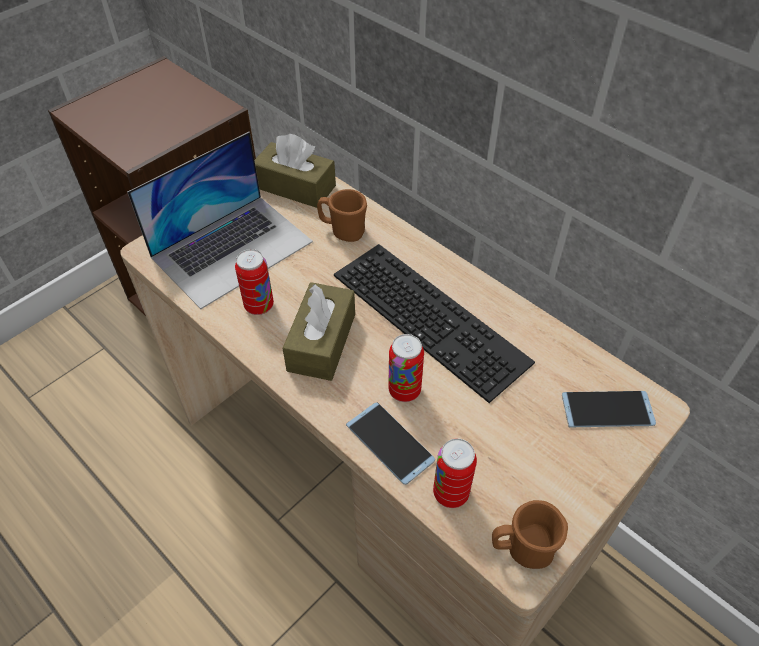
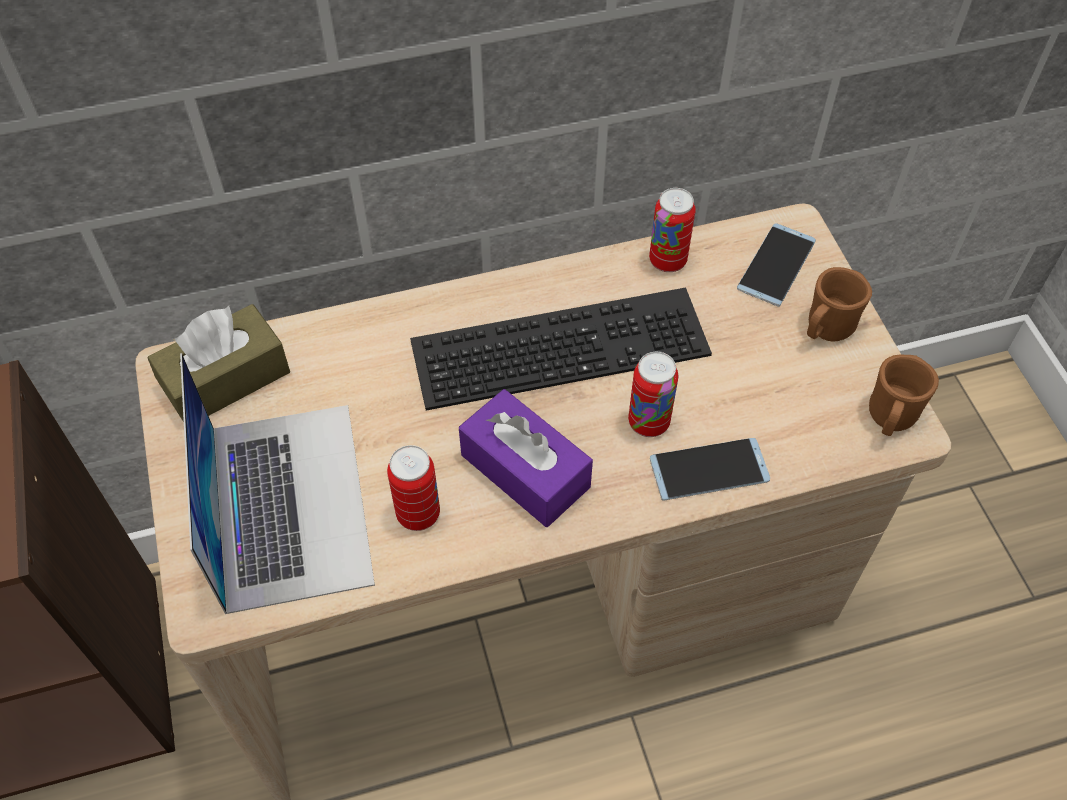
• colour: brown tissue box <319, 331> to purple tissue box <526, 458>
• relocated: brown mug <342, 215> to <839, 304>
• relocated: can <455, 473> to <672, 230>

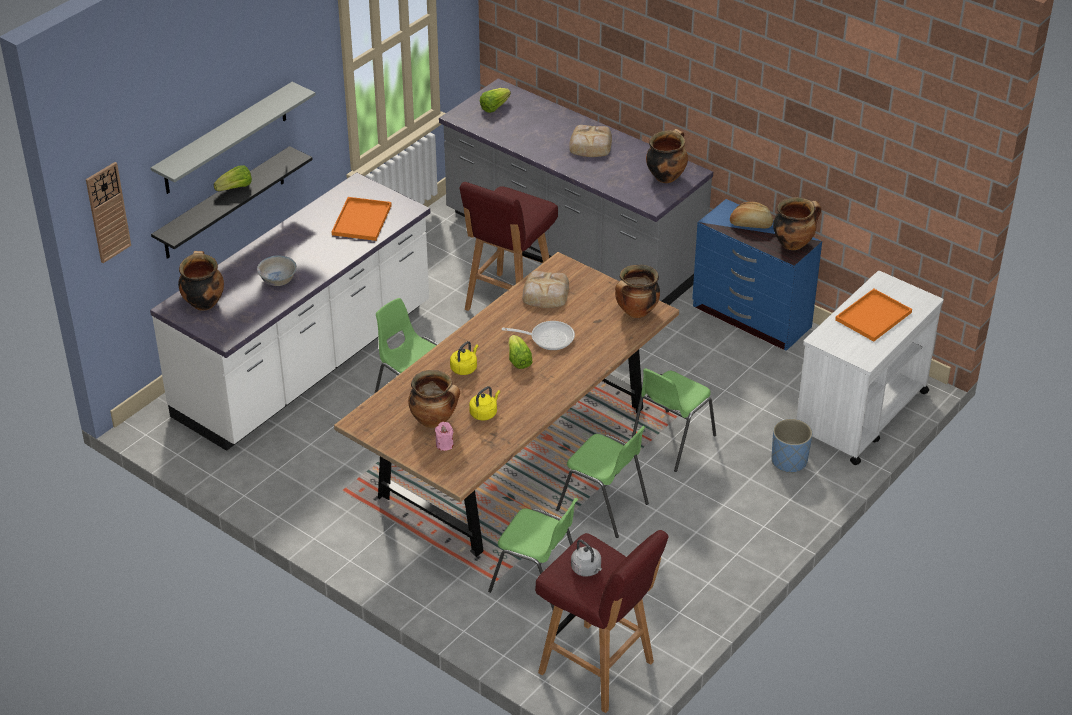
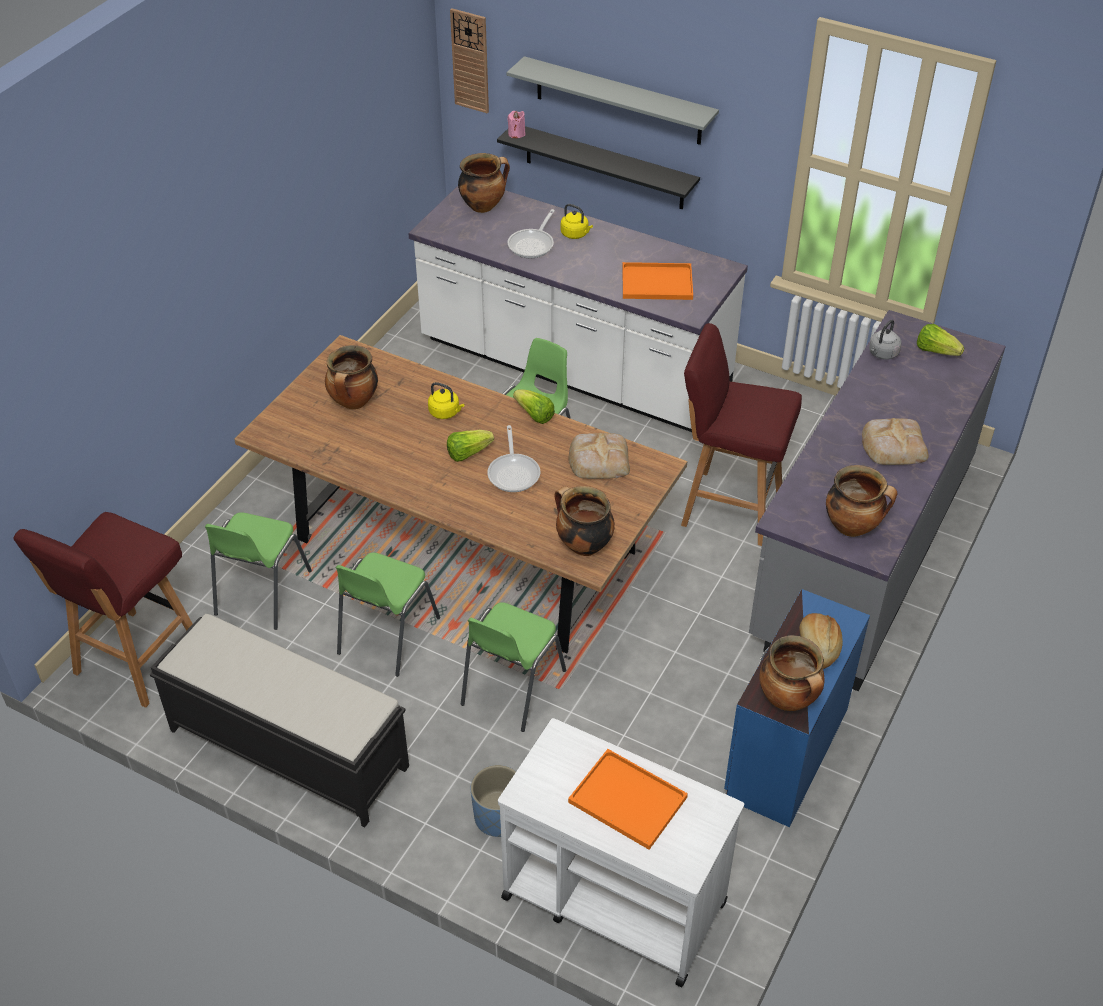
• relocated: lettuce <232, 178> to <534, 406>
• exchanged: white bowl <277, 270> to frying pan <531, 233>
• relocated: pink candle <444, 436> to <516, 124>
• relocated: yellow kettle <484, 403> to <577, 221>
• relocated: grey kettle <586, 558> to <885, 340>
• spun: green chair <674, 420> = <513, 667> 90 degrees counterclockwise
• appeared: black bench <279, 720>

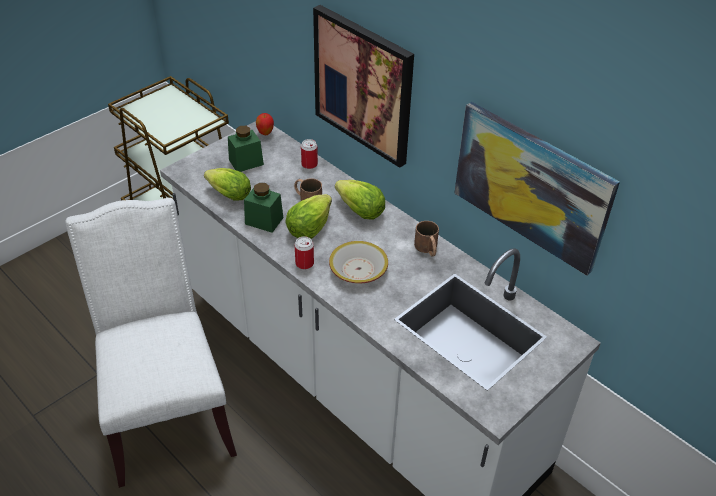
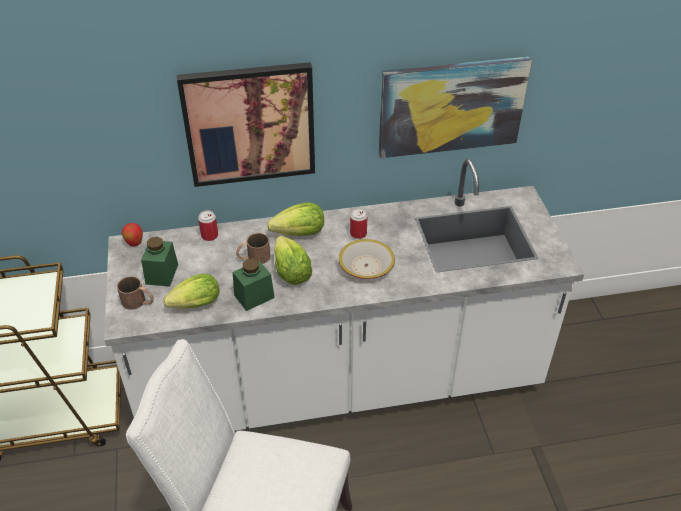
• relocated: can <304, 252> to <359, 223>
• relocated: brown mug <426, 238> to <135, 293>

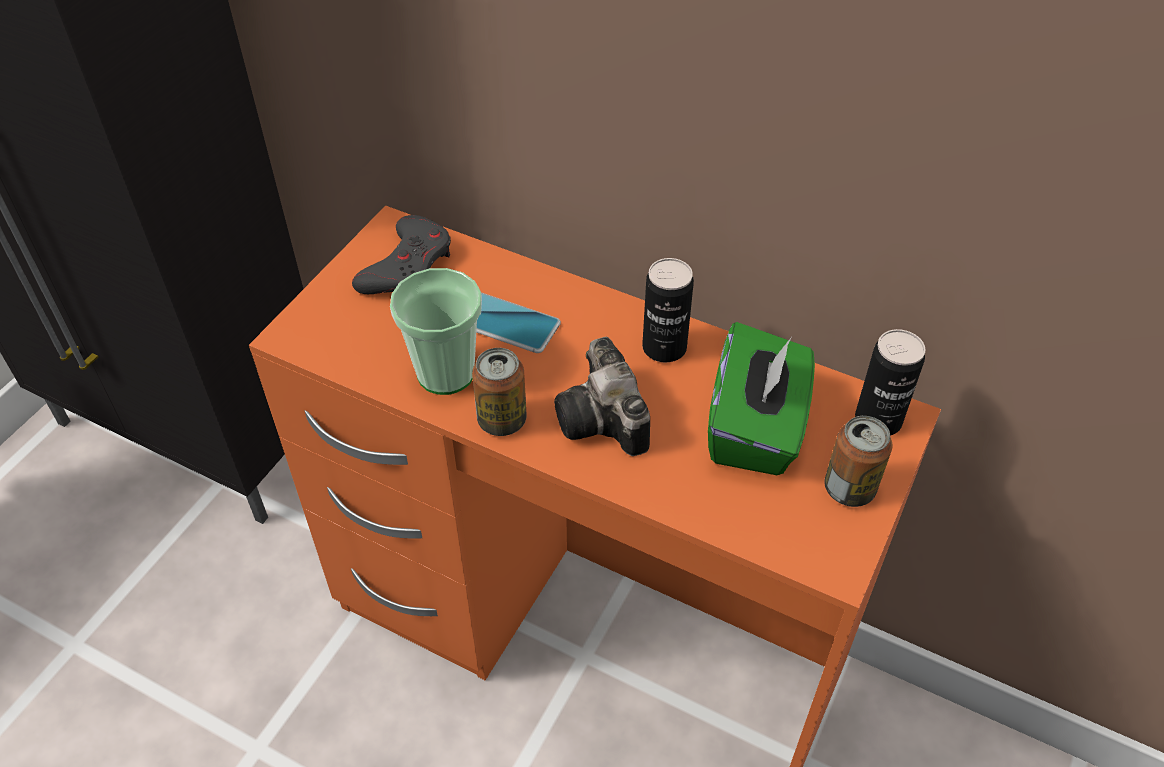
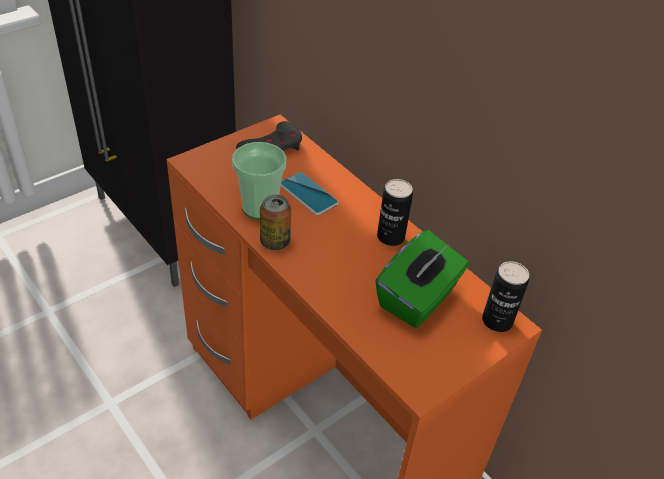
• missing: photo camera <602, 396>
• missing: can <858, 461>

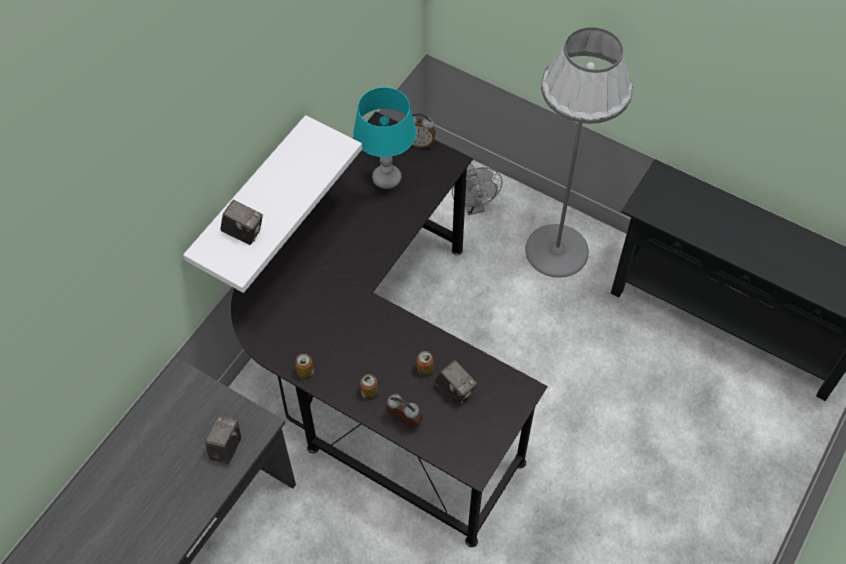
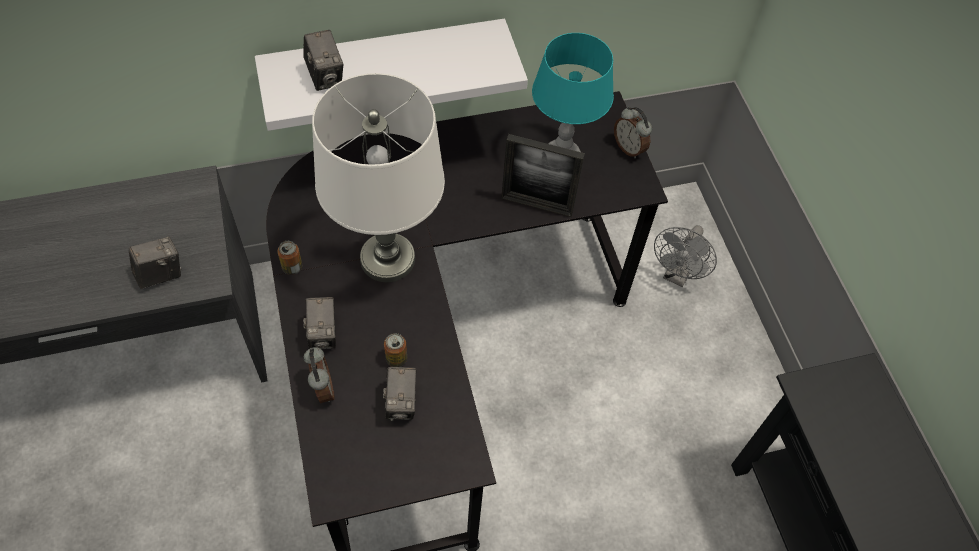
• exchanged: can <369, 387> to photo camera <319, 323>
• missing: grey floor lamp <579, 152>
• appeared: white table lamp <378, 177>
• appeared: picture frame <543, 175>

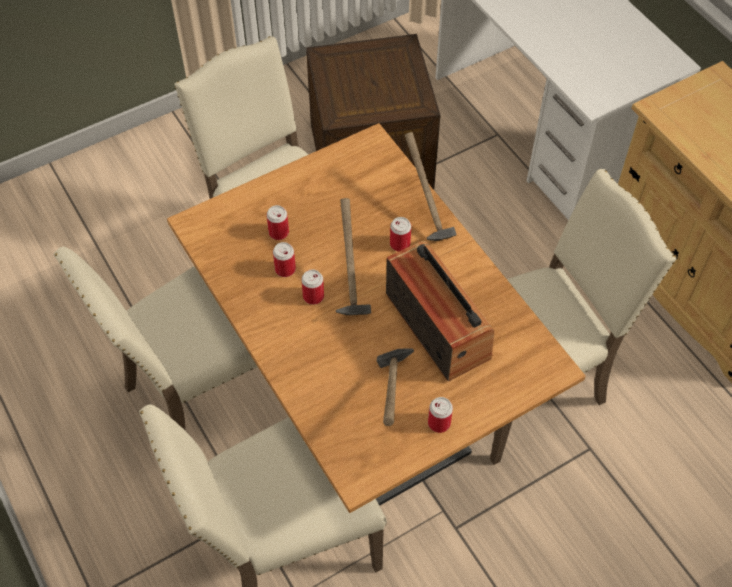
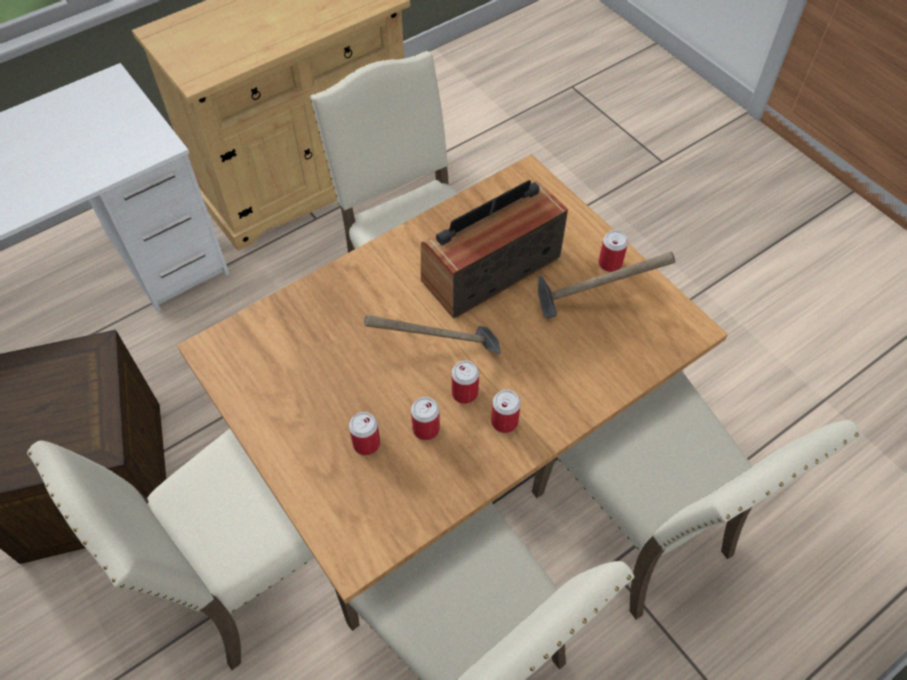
• relocated: can <400, 234> to <506, 411>
• missing: hammer <430, 186>

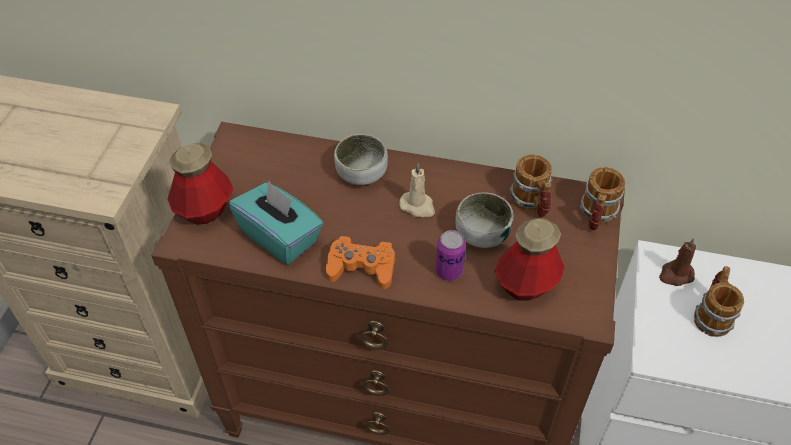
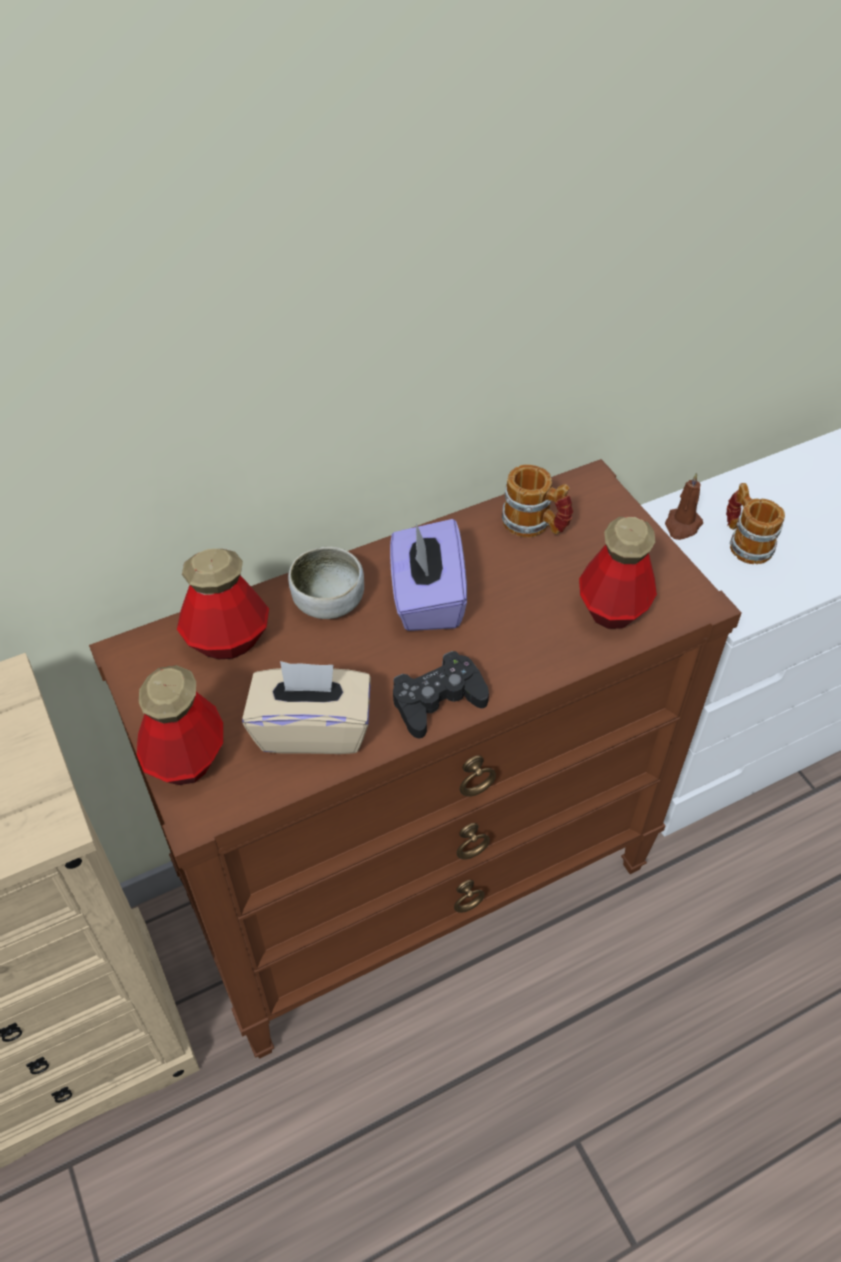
• colour: turquoise tissue box <276, 222> to beige tissue box <306, 707>
• colour: orange game controller <360, 263> to black game controller <441, 695>
• exchanged: beige candle <417, 190> to purple tissue box <428, 575>
• missing: can <451, 255>
• missing: bowl <484, 220>
• missing: mug <602, 198>
• appeared: bottle <223, 604>

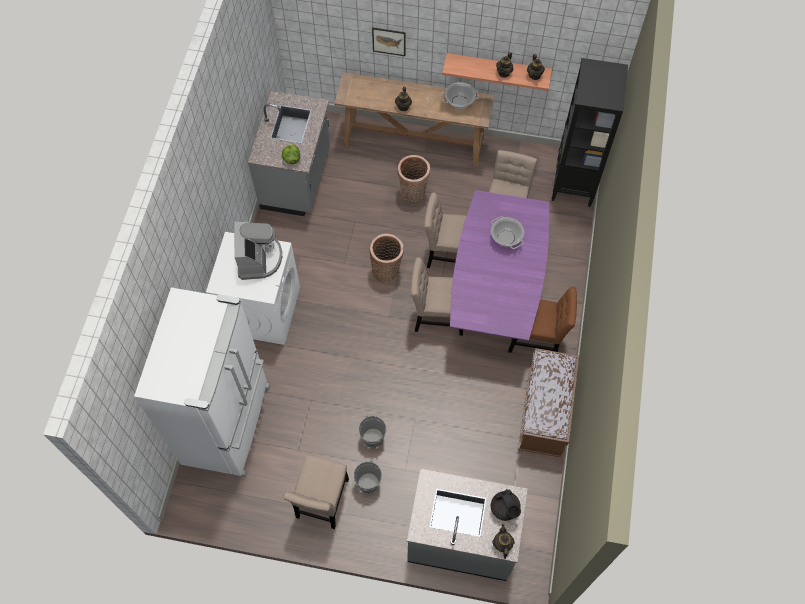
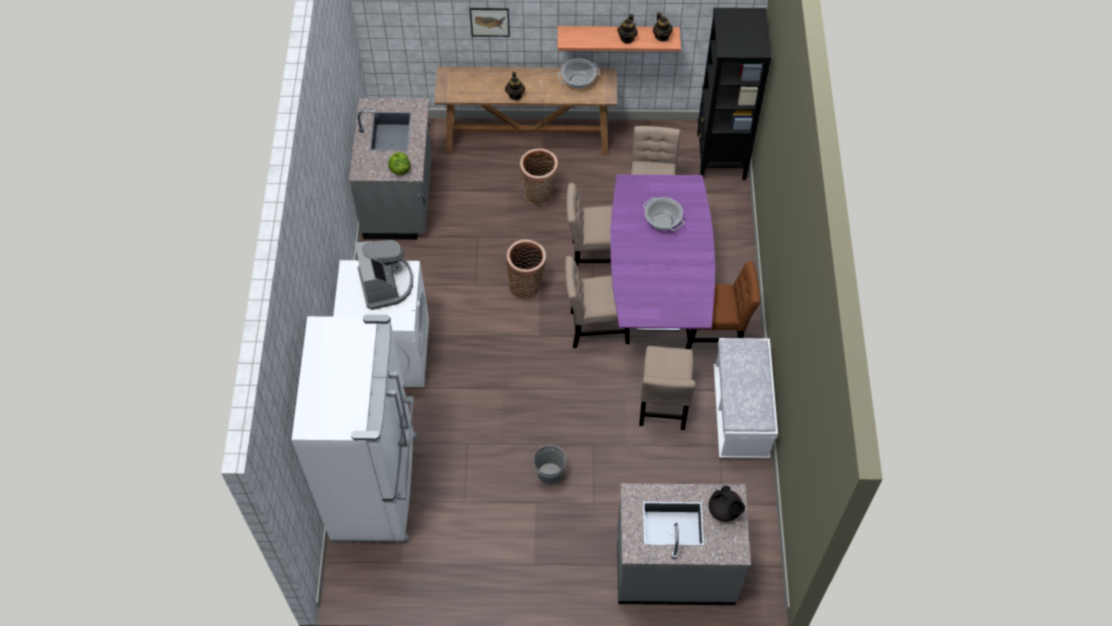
• relocated: beige chair <316, 492> to <667, 388>
• missing: grey bucket <368, 477>
• missing: teapot <503, 541>
• colour: brown bench <548, 403> to white bench <746, 398>

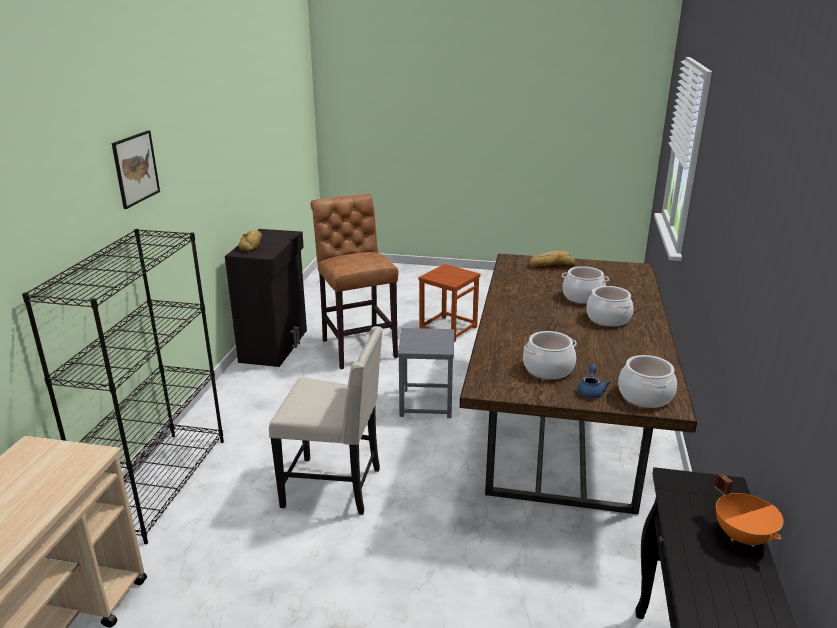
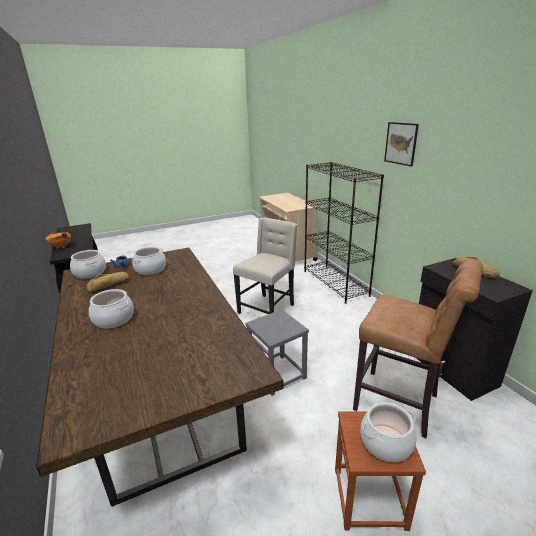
• spun: beige chair <326, 420> = <265, 265> 150 degrees clockwise
• relocated: bread <552, 259> to <108, 282>
• relocated: cooking pot <585, 285> to <388, 432>

